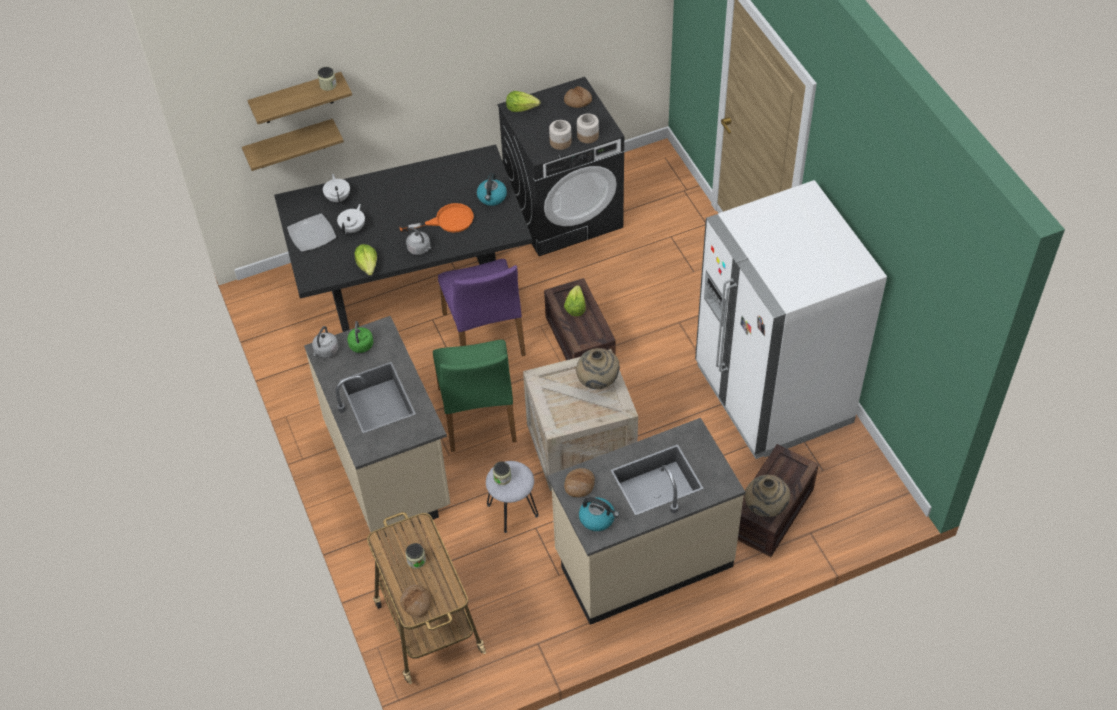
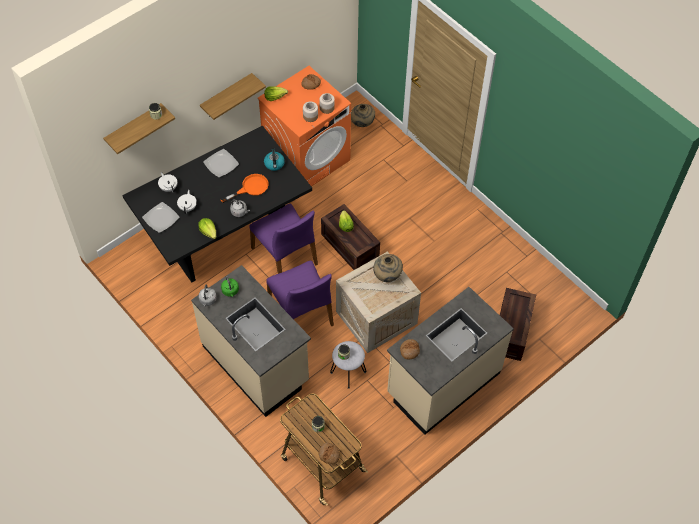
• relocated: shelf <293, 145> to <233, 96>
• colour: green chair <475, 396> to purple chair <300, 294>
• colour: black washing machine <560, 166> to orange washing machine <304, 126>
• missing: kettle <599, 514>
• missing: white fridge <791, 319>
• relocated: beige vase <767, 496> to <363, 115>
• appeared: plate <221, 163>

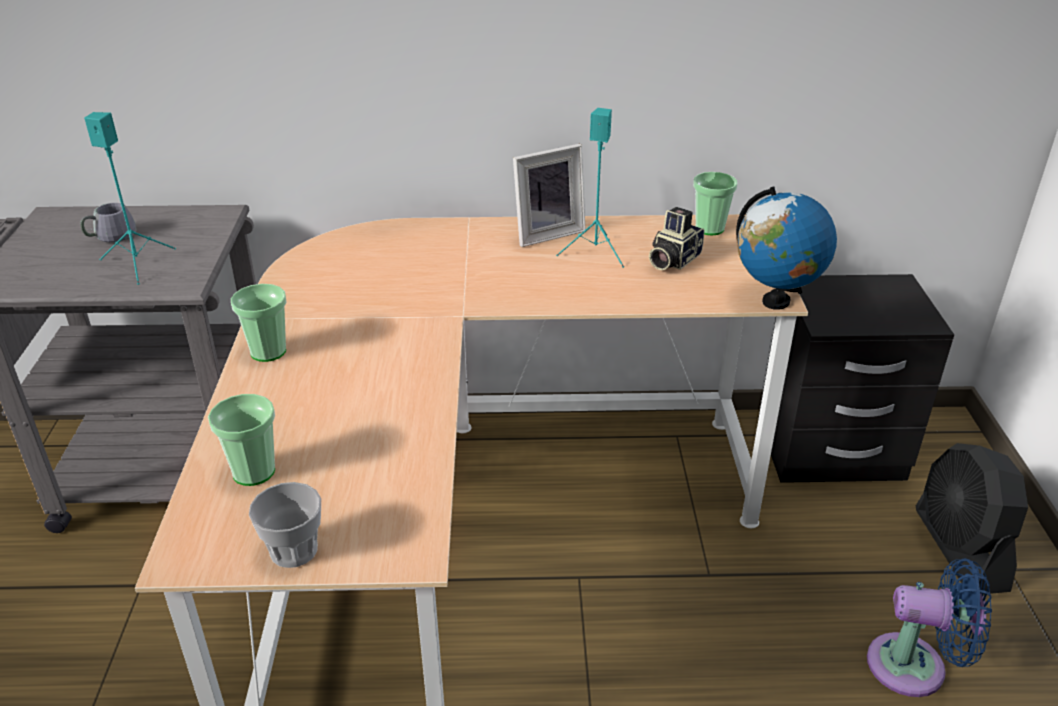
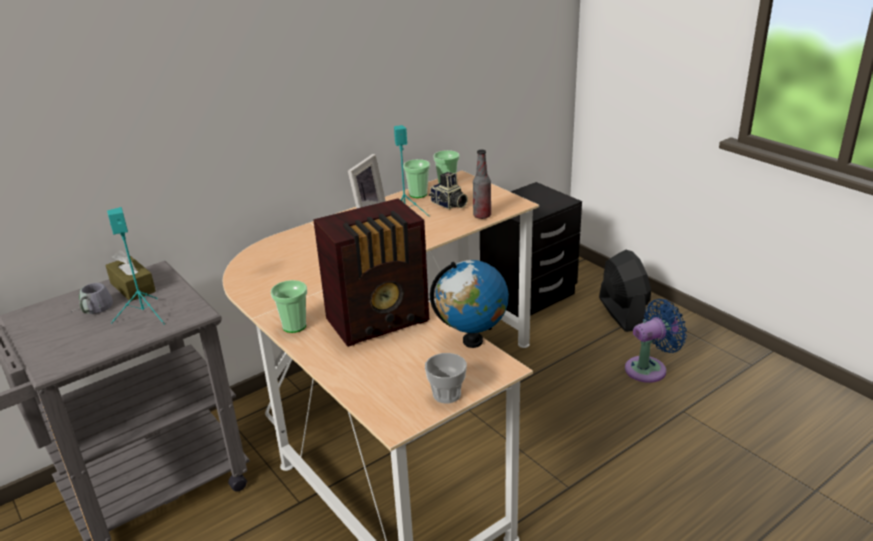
• relocated: cup <241, 440> to <416, 178>
• spun: photo camera <676, 238> = <448, 190> 45 degrees counterclockwise
• relocated: globe <786, 248> to <469, 304>
• spun: black fan <972, 518> = <625, 291> 150 degrees counterclockwise
• appeared: brown tissue box <130, 275>
• appeared: radio <371, 272>
• appeared: bottle <482, 184>

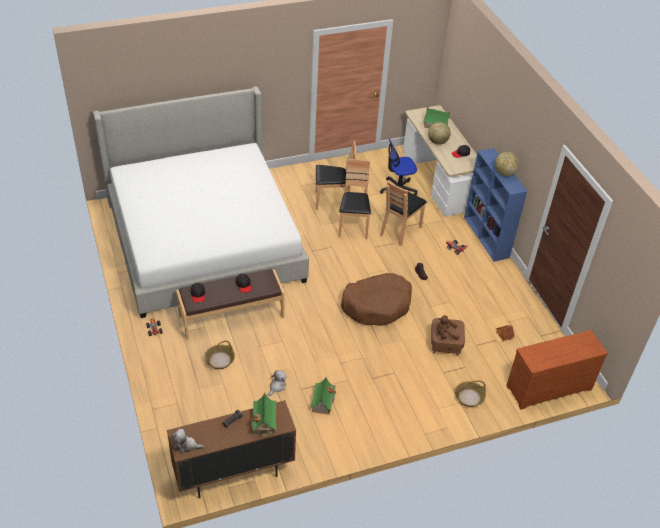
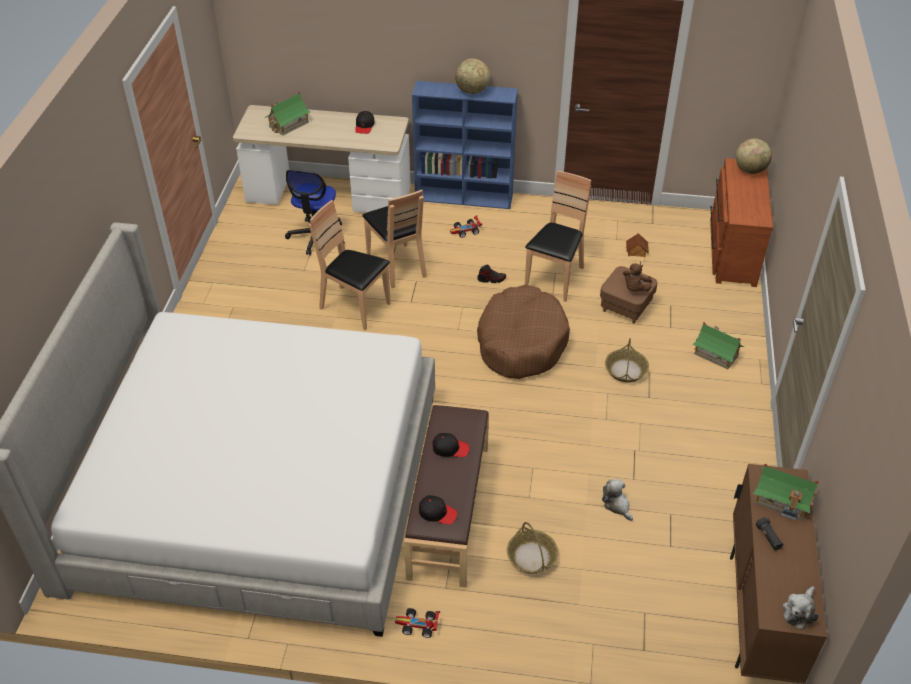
• relocated: toy house <323, 396> to <718, 345>
• relocated: brown chair <336, 175> to <558, 236>
• relocated: globe <439, 133> to <754, 156>
• relocated: basket <470, 393> to <627, 360>

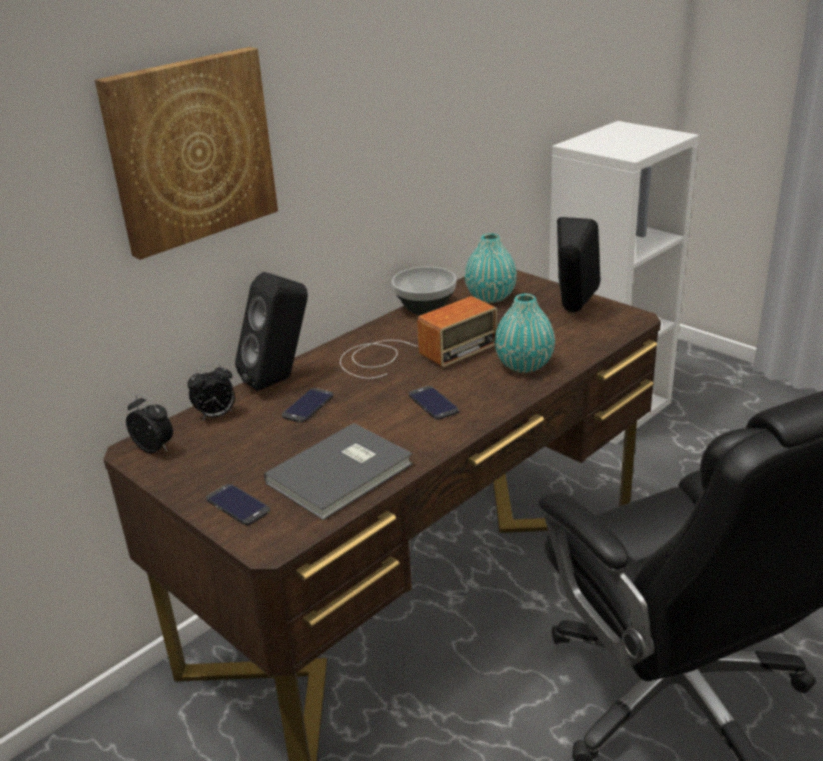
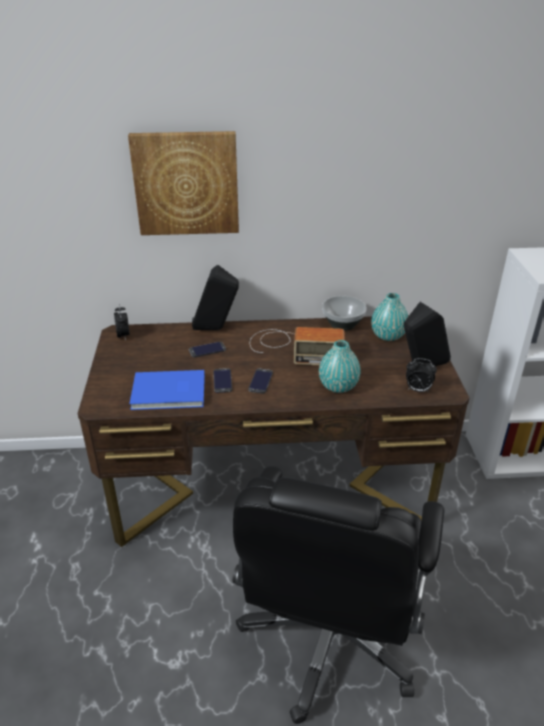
• relocated: alarm clock <211, 391> to <421, 375>
• relocated: phone <238, 504> to <222, 380>
• colour: grey book <338, 471> to blue book <167, 390>

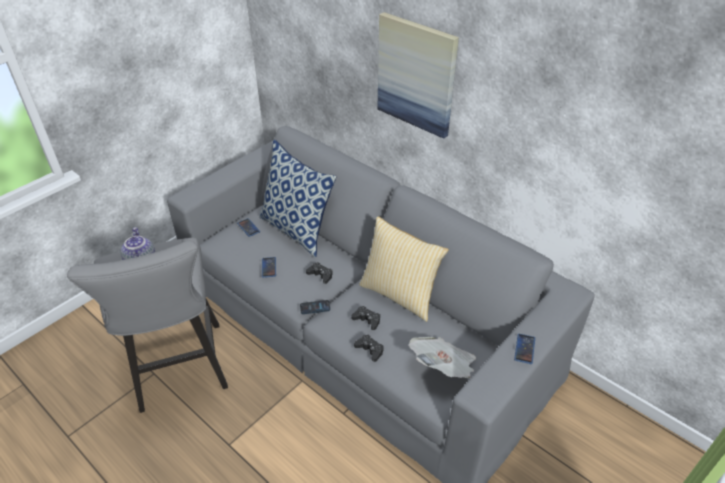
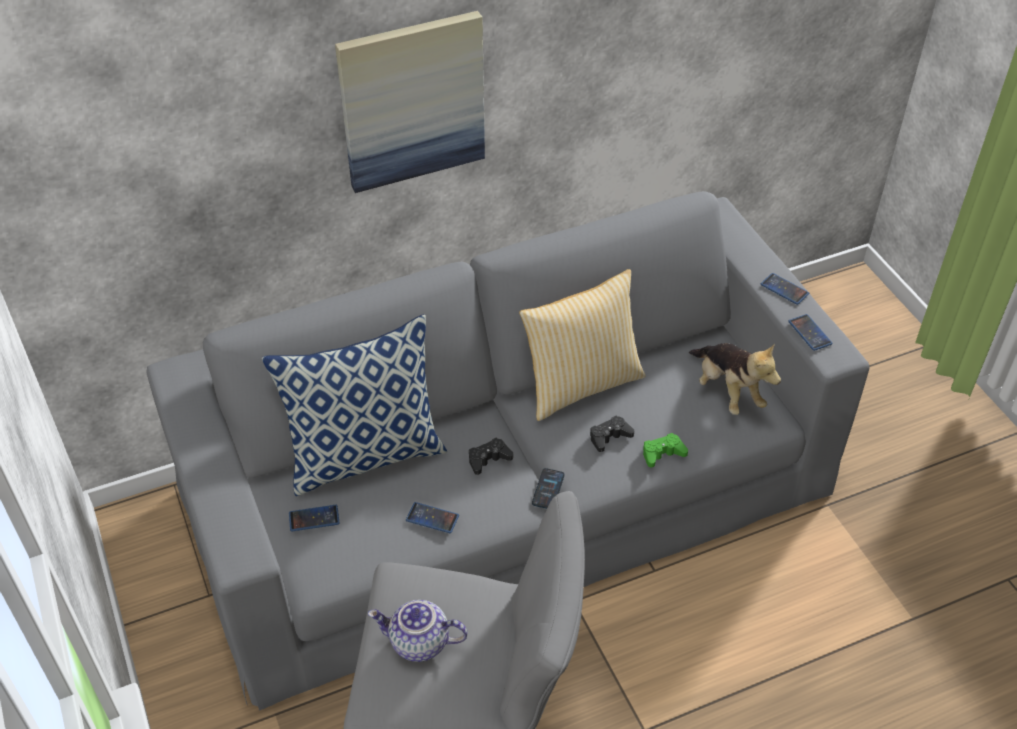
• colour: black game controller <369, 348> to green game controller <665, 450>
• exchanged: newspaper <442, 357> to plush toy <735, 379>
• appeared: phone <810, 332>

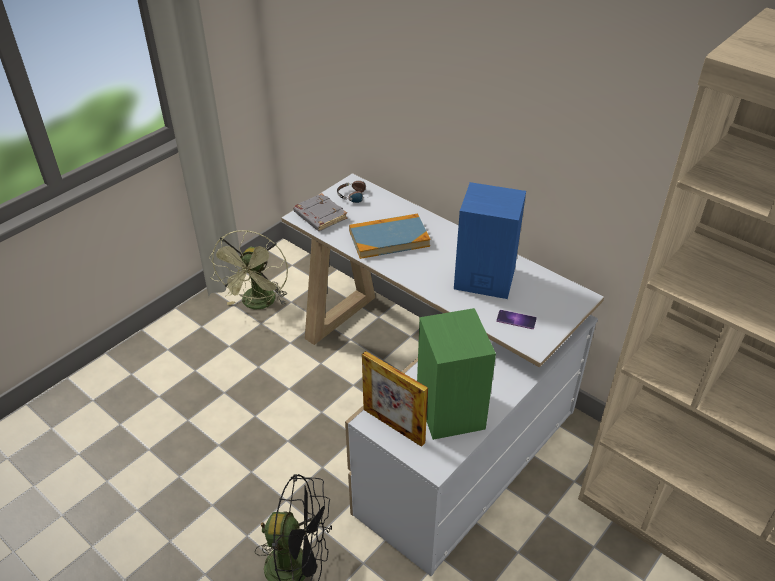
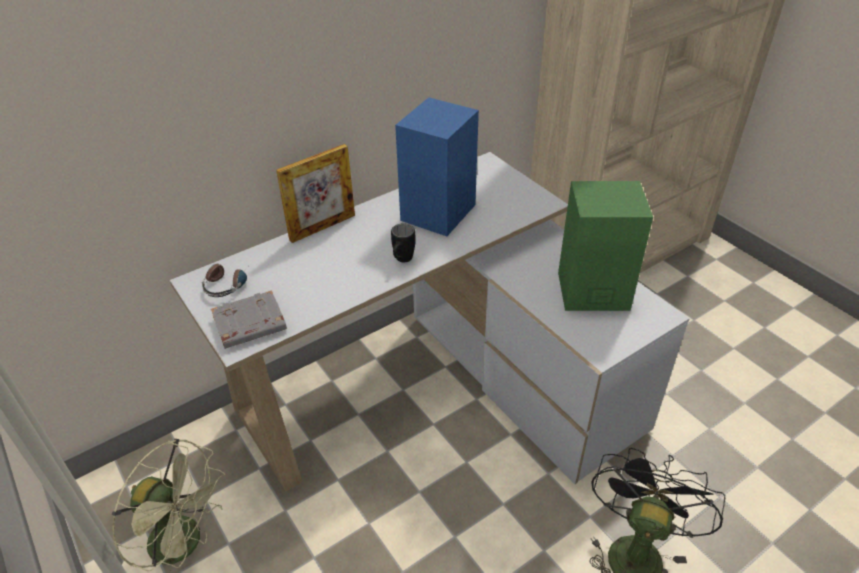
• missing: book <390, 236>
• relocated: picture frame <395, 399> to <315, 193>
• missing: phone <516, 319>
• appeared: black mug <403, 242>

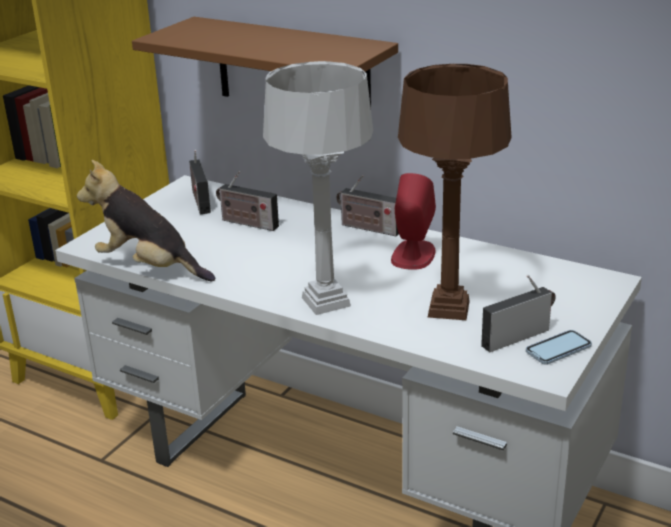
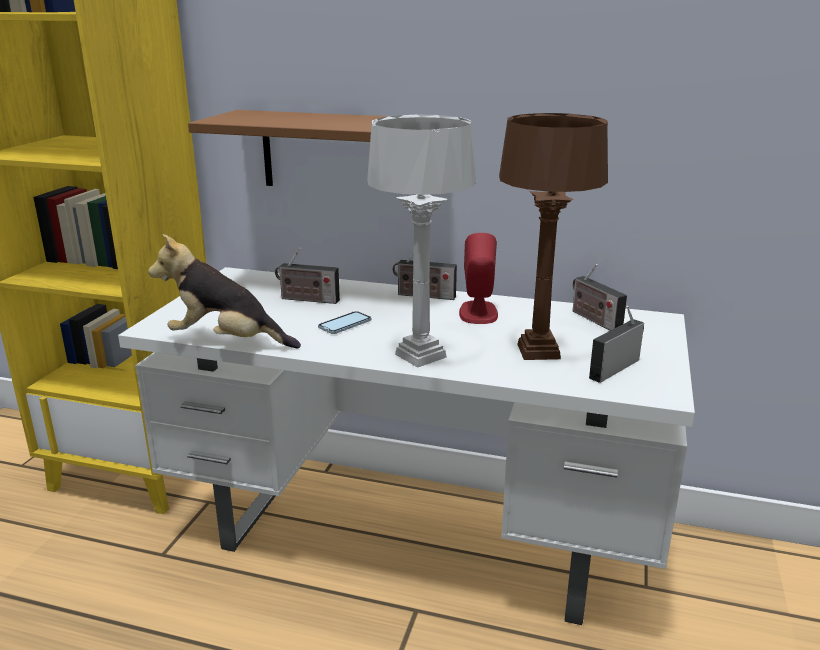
• relocated: radio <200, 182> to <600, 297>
• relocated: phone <559, 347> to <344, 322>

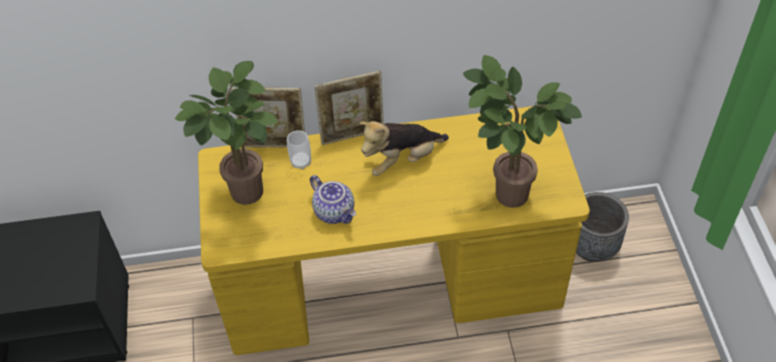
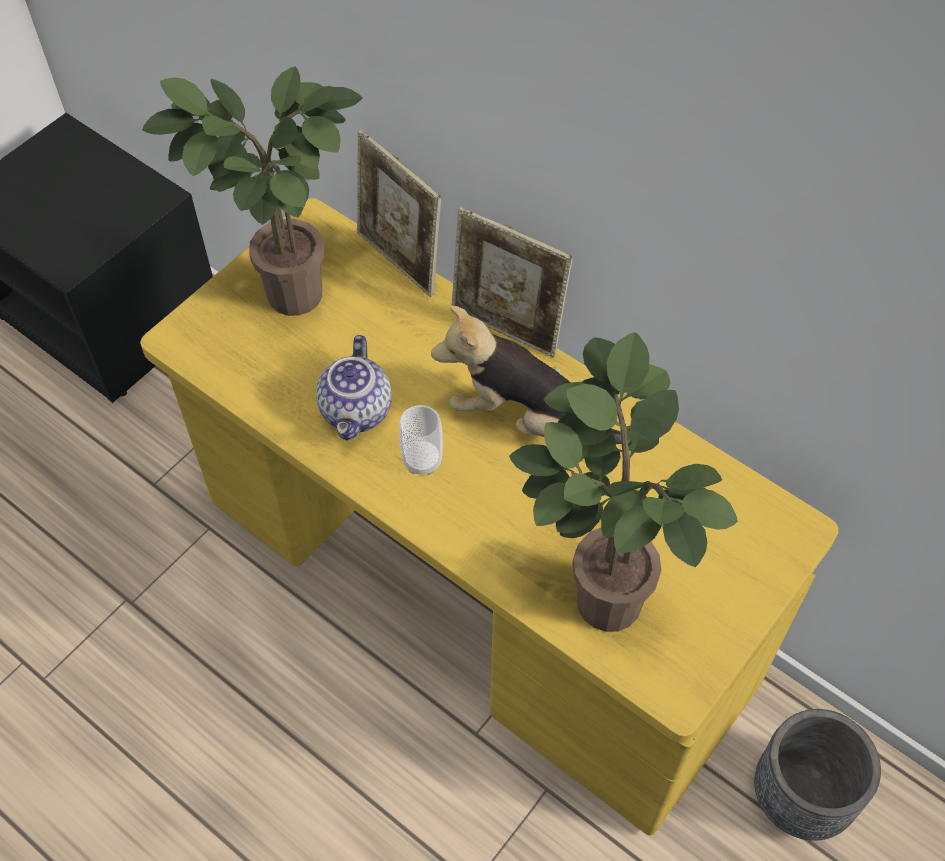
• relocated: cup <299, 150> to <421, 440>

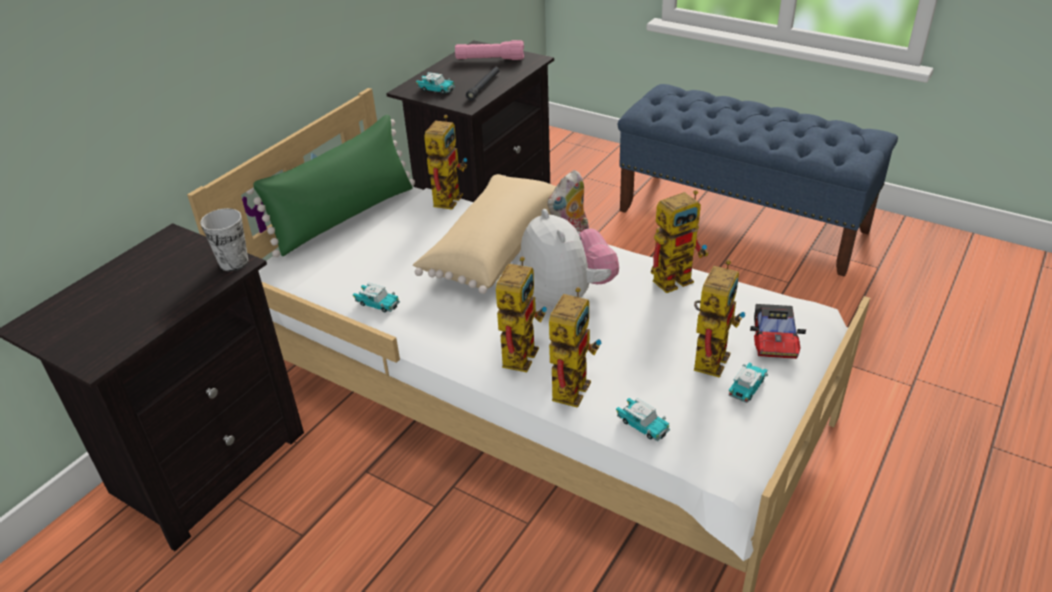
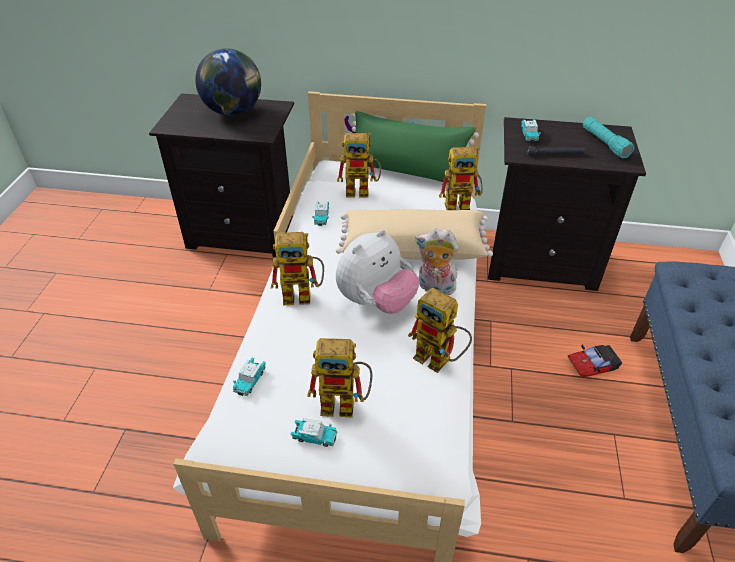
• missing: cup <224, 239>
• colour: pink flashlight <489, 50> to turquoise flashlight <608, 137>
• relocated: toy robot <575, 347> to <359, 165>
• relocated: toy car <778, 331> to <595, 361>
• appeared: globe <228, 82>

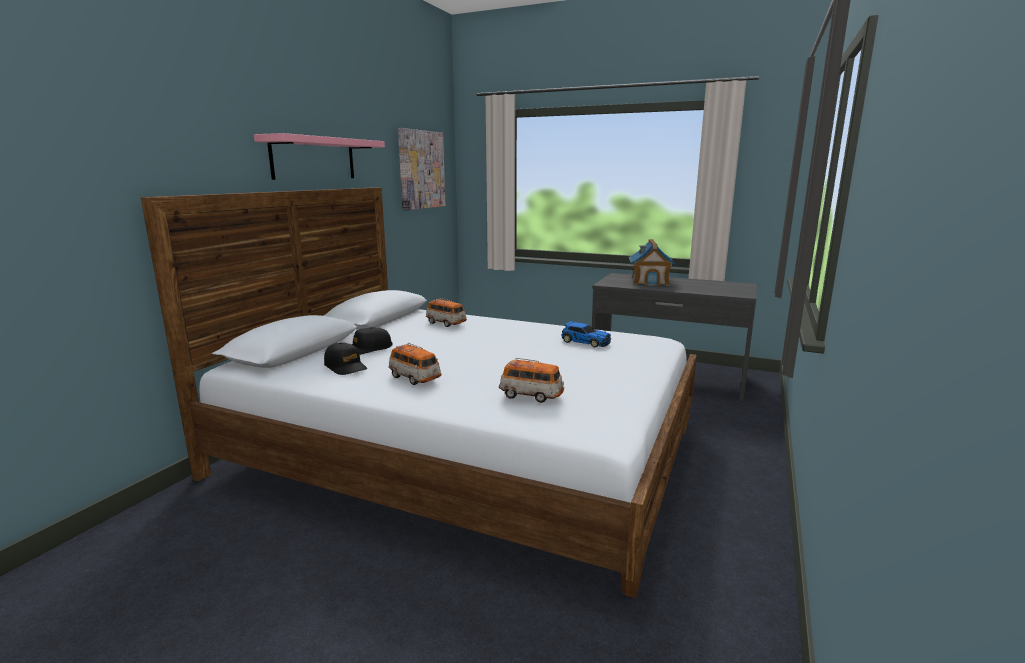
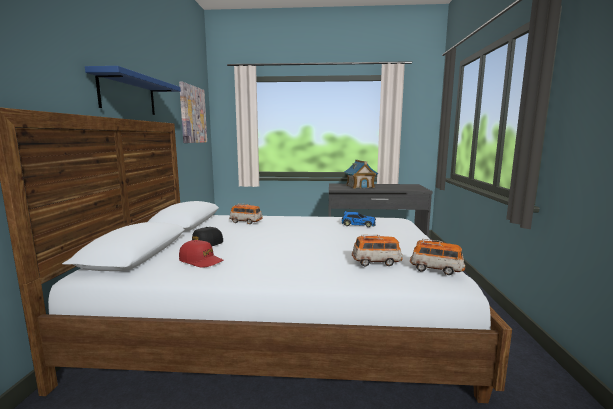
• colour: pink shelf <319, 156> to blue shelf <133, 90>
• colour: black cap <345, 358> to red cap <201, 253>
• relocated: toy car <415, 364> to <437, 257>

